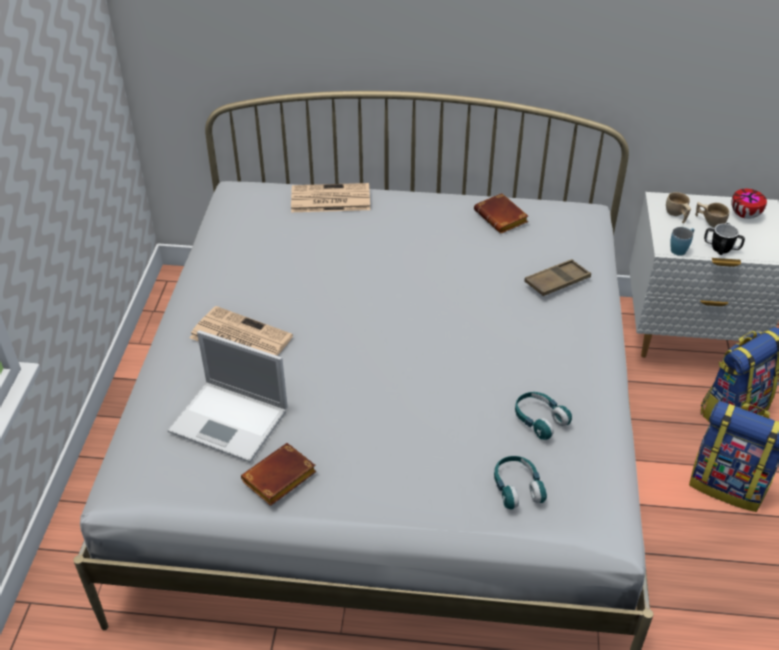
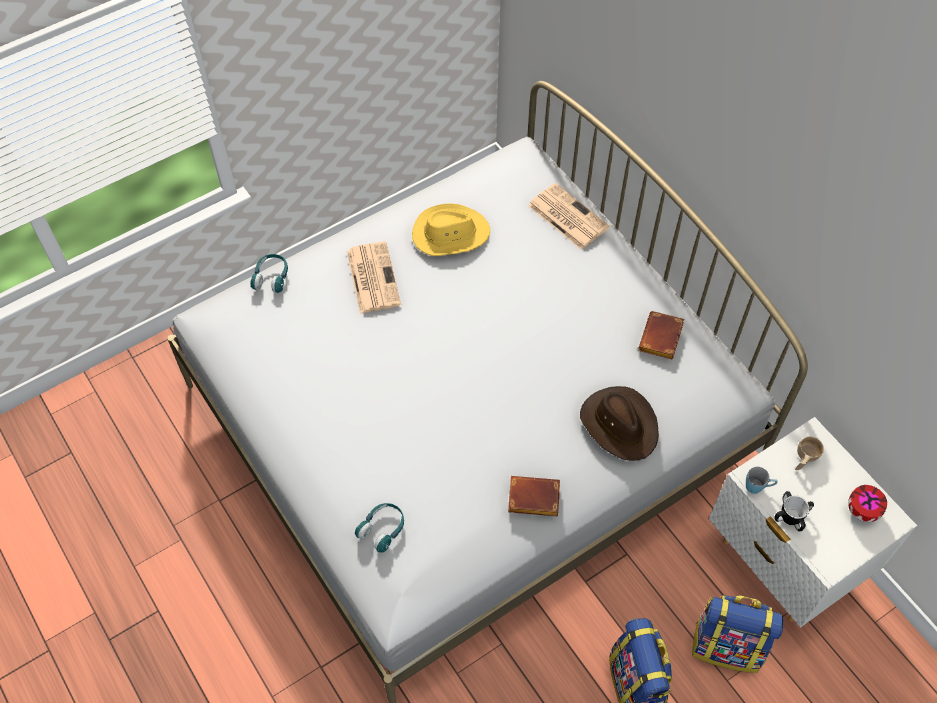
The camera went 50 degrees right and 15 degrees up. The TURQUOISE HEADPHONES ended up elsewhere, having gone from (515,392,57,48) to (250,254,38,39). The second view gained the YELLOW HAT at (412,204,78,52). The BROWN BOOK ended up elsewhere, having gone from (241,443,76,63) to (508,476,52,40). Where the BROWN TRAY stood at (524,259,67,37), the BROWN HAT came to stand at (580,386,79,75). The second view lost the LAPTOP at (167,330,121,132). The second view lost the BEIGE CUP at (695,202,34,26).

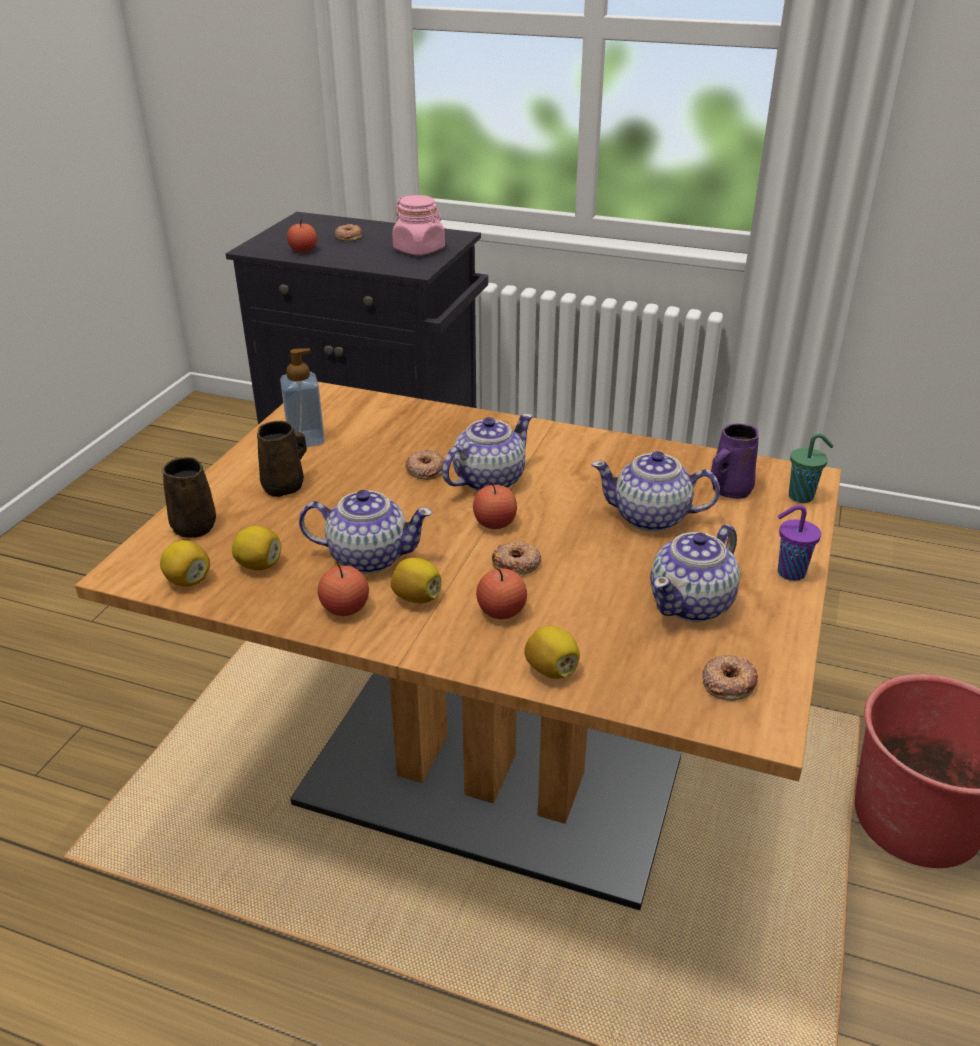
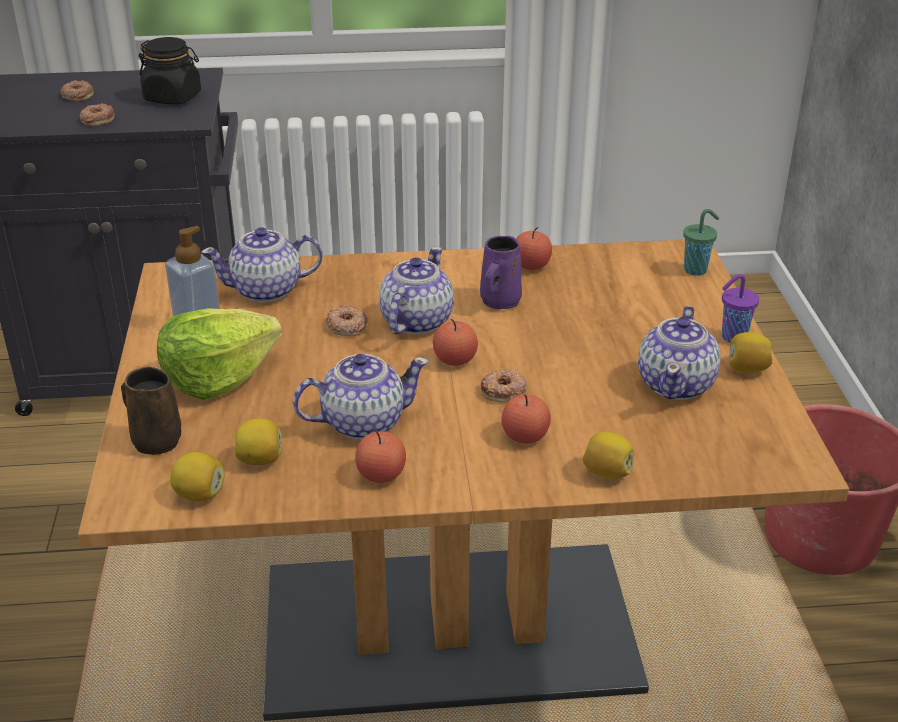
The camera went 25 degrees left and 0 degrees up. The DONUT ended up elsewhere, having gone from (702,655,56,46) to (80,104,34,22). What was the PINK JAR at (392,195,53,60) turned into the BLACK JAR at (139,37,62,68). Where the BROWN MUG stood at (257,421,50,76), the LETTUCE came to stand at (157,308,125,92). The TEAPOT ended up elsewhere, having gone from (591,451,129,81) to (201,227,122,75). The PURPLE MUG ended up elsewhere, having gone from (711,423,48,76) to (480,236,42,73). The APPLE ended up elsewhere, having gone from (287,219,30,34) to (516,227,36,43). The LEMON ended up elsewhere, having gone from (390,558,51,46) to (729,332,44,41).

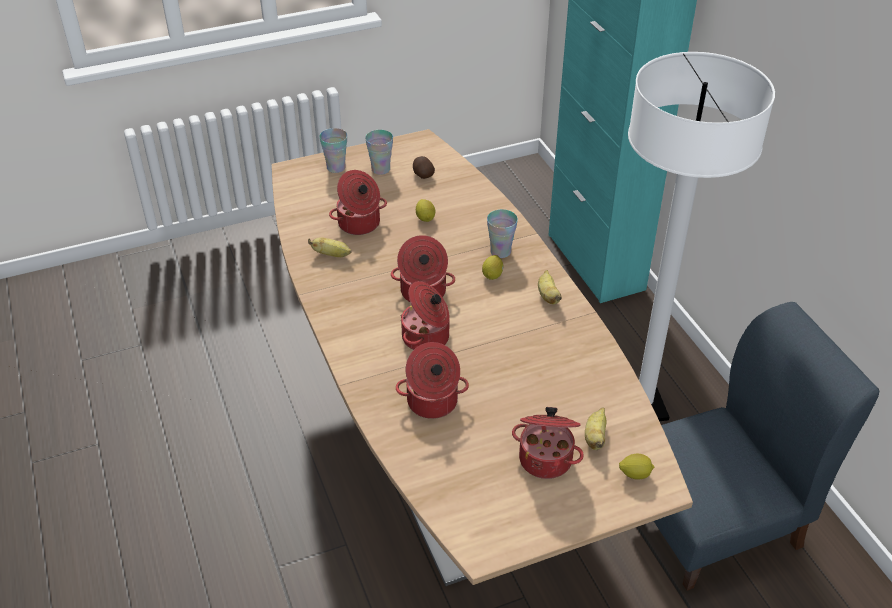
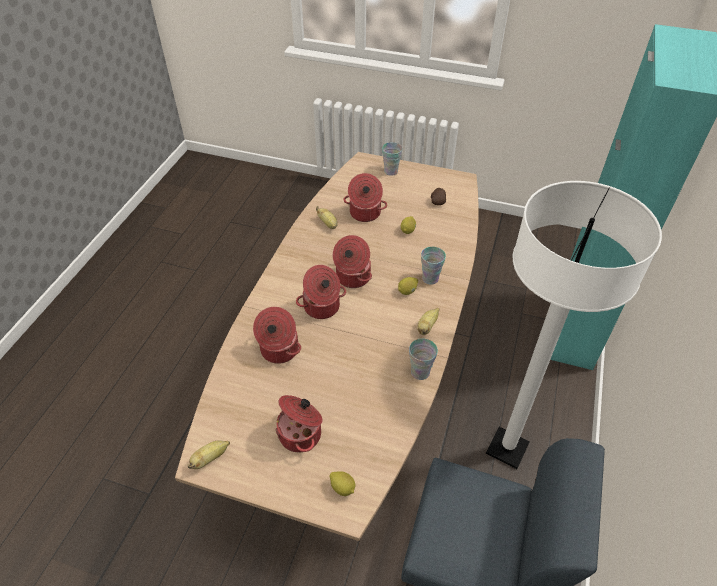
The camera went 40 degrees right and 5 degrees up. The BANANA ended up elsewhere, having gone from (585,407,21,43) to (188,440,42,29). The CUP ended up elsewhere, having gone from (365,130,28,45) to (409,338,29,42).

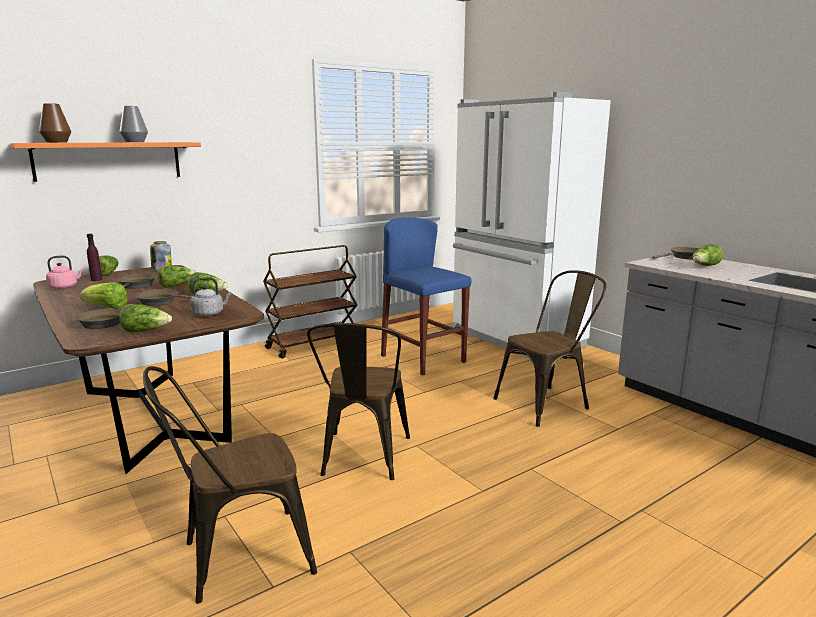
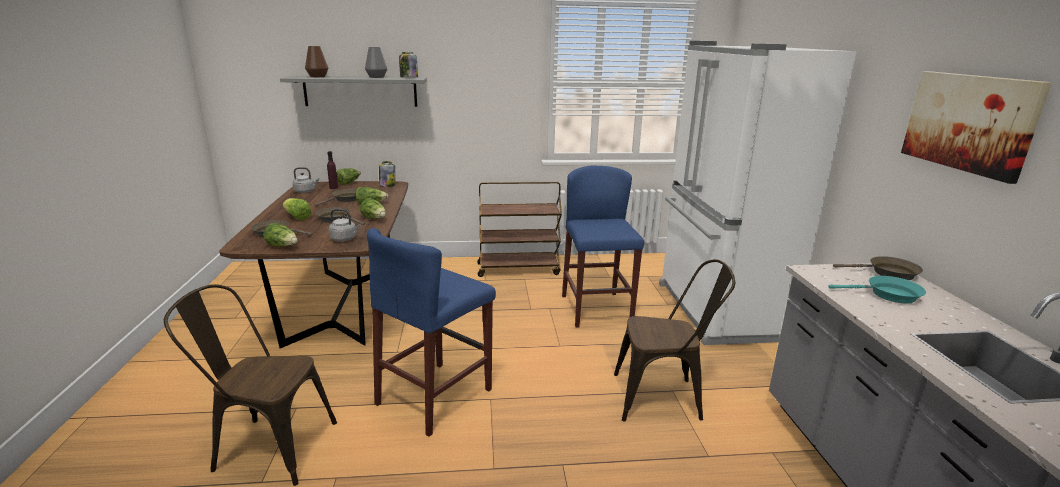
The camera went 30 degrees right and 5 degrees up. What was the ORANGE SHELF at (10,142,191,40) turned into the GREY SHELF at (280,76,147,31). What was the PINK KETTLE at (46,256,38,33) turned into the GREY KETTLE at (293,167,26,26). Where the BROWN CHAIR stood at (307,323,103,157), the BLUE STOOL came to stand at (367,228,129,209). The second view gained the JAR at (399,52,19,25). Where the LETTUCE stood at (692,244,31,22), the TURQUOISE FRYING PAN came to stand at (828,276,98,27). The second view gained the PICTURE at (901,71,151,113).

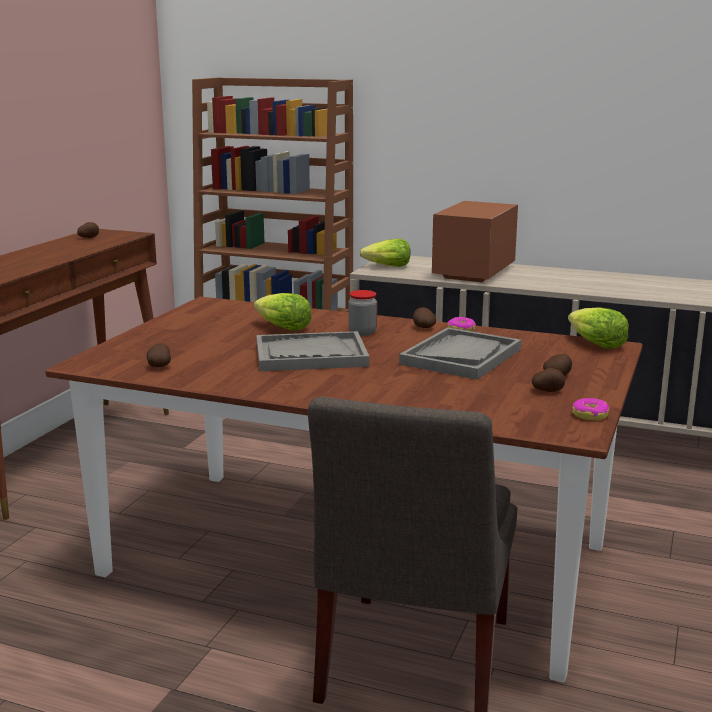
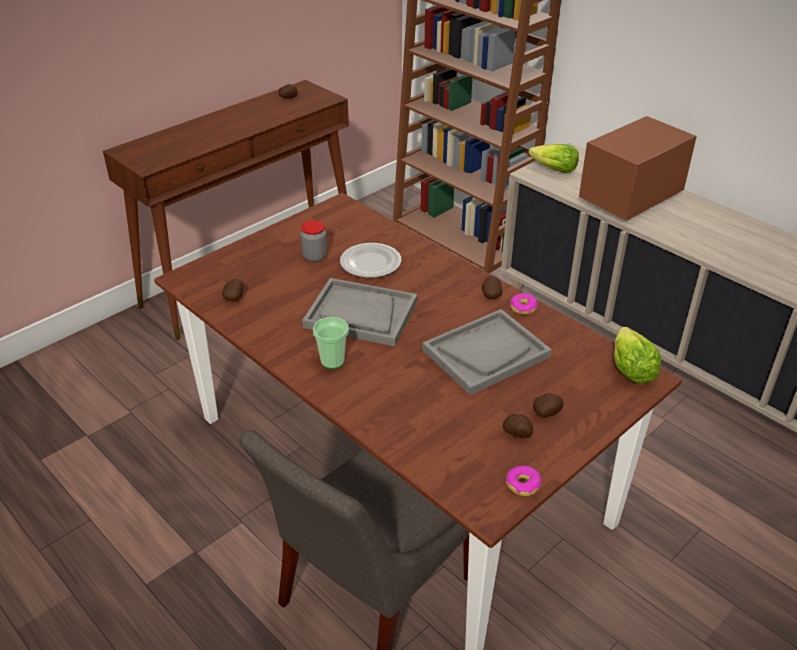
The camera went 25 degrees right and 20 degrees up. The JAR ended up elsewhere, having gone from (348,290,29,46) to (301,220,26,42). The second view gained the CUP at (313,317,36,52). Where the LETTUCE stood at (254,293,57,38), the PLATE came to stand at (340,243,62,35).

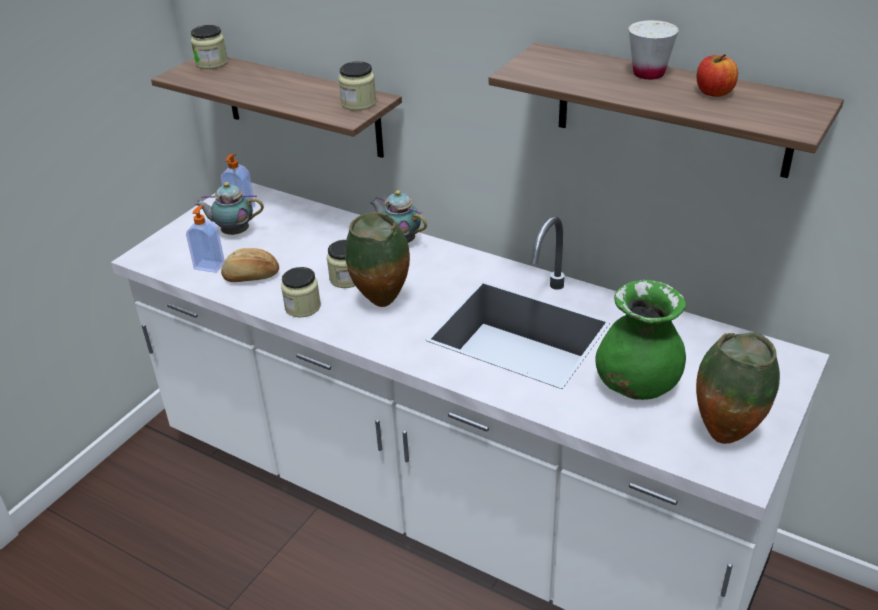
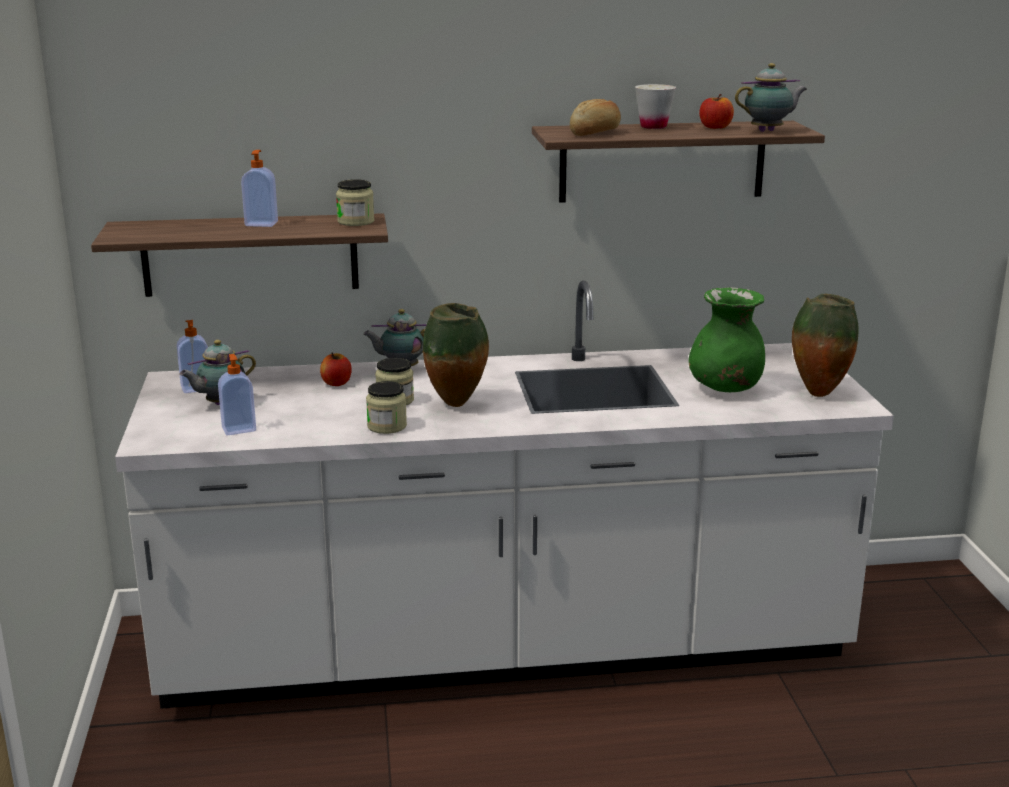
The camera went 40 degrees left and 15 degrees down. The second view gained the SOAP DISPENSER at (241,150,37,77). The second view gained the APPLE at (320,352,32,34). The BREAD ended up elsewhere, having gone from (221,248,58,34) to (570,99,51,37). The second view gained the TEAPOT at (735,63,72,69). The second view lost the JAR at (191,25,37,44).

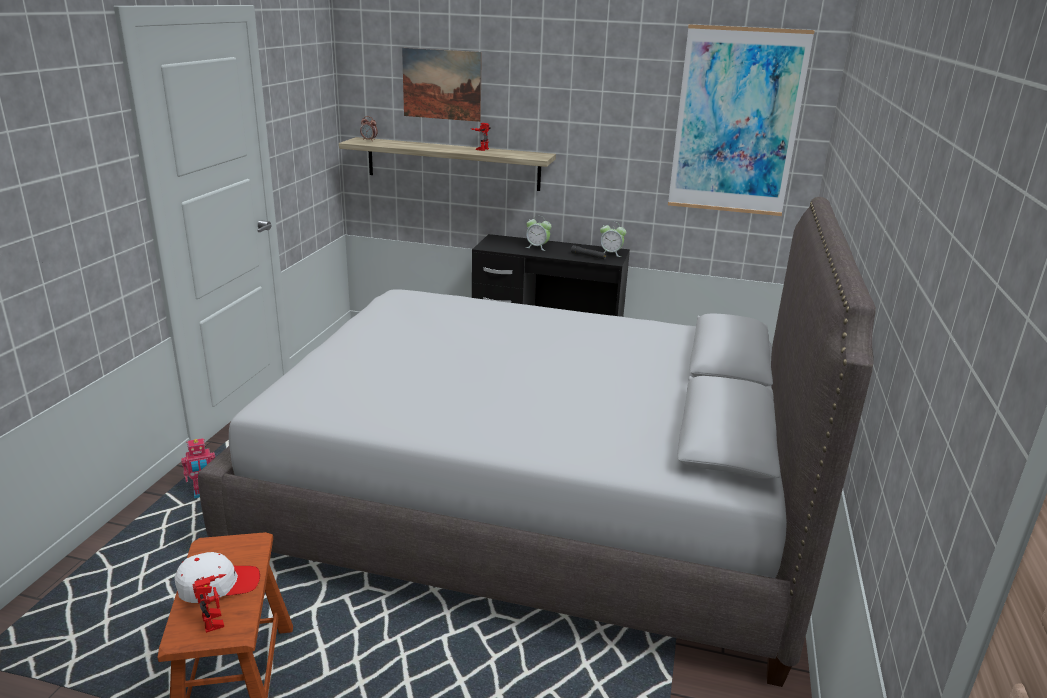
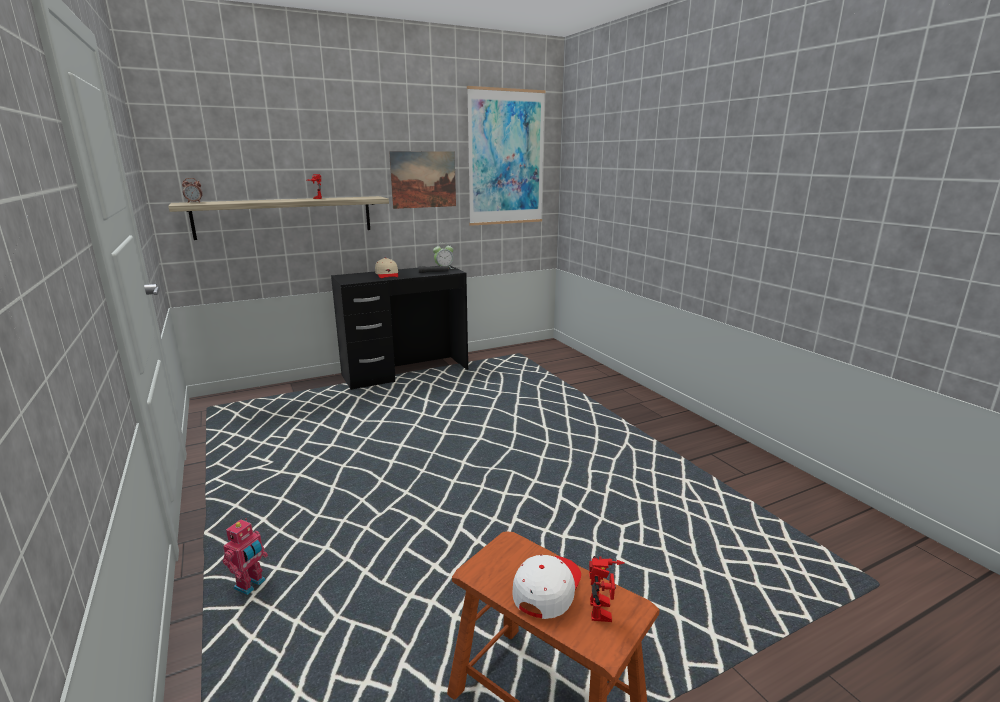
The camera went 40 degrees left and 5 degrees down. Where the ALARM CLOCK stood at (525,217,27,34), the BEIGE CAP came to stand at (375,258,23,20). The PICTURE ended up elsewhere, having gone from (402,48,80,74) to (389,151,67,58). The TOY ROBOT at (192,574,34,59) ended up facing another way, 75 degrees clockwise from before. The second view lost the GREY BED at (198,197,678,490).

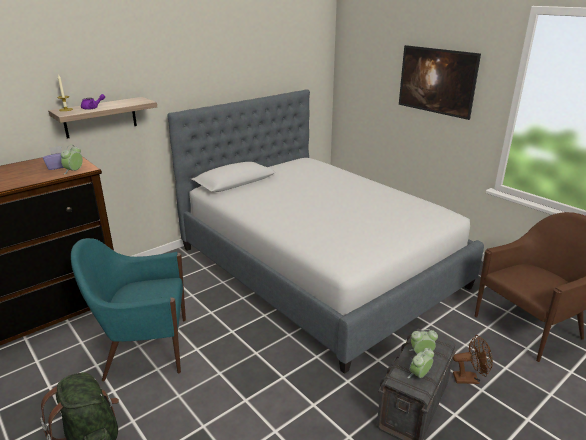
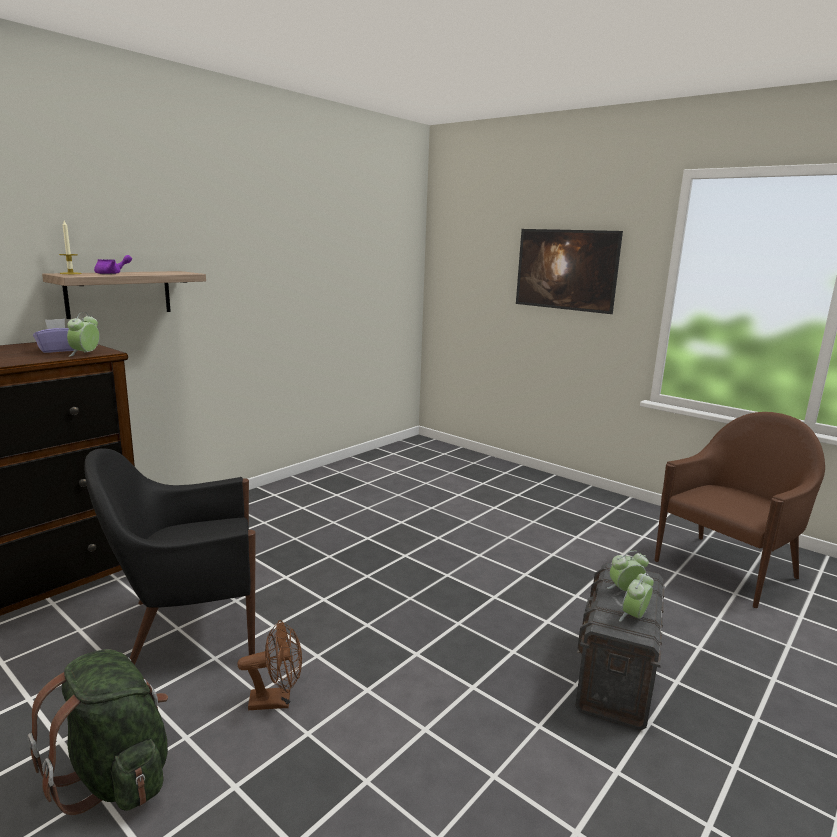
The camera went 10 degrees left and 10 degrees down. What was the TURQUOISE ARMCHAIR at (71,238,115,143) turned into the BLACK ARMCHAIR at (85,448,171,217). The BROWN FAN ended up elsewhere, having gone from (453,335,40,49) to (237,620,65,90). The second view lost the BED at (167,89,317,285).

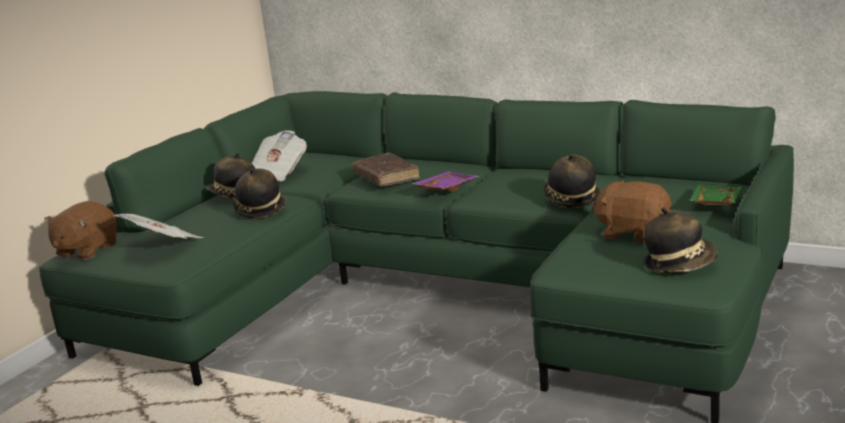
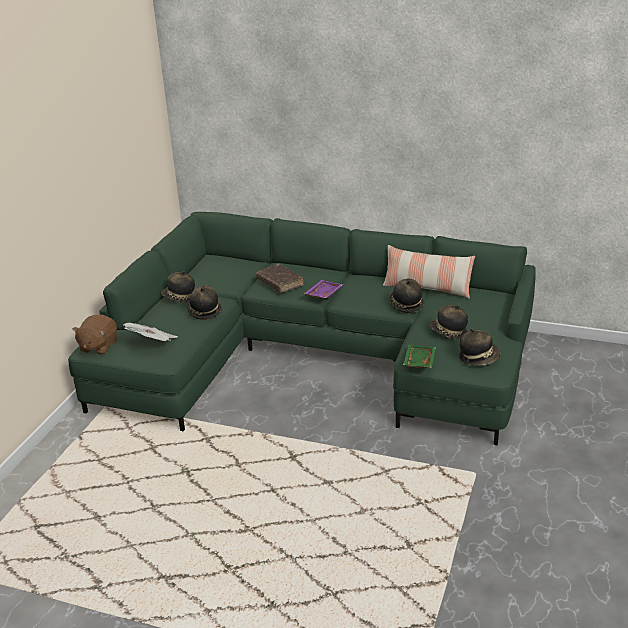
The camera went 10 degrees left and 10 degrees up. The second view gained the PILLOW at (383,245,92,54). The GREEN TRAY ended up elsewhere, having gone from (690,185,51,22) to (403,344,33,24). Where the BROWN PLUSH TOY stood at (592,179,80,64), the HAT came to stand at (429,305,39,34). The second view lost the NEWSPAPER at (252,130,55,52).

